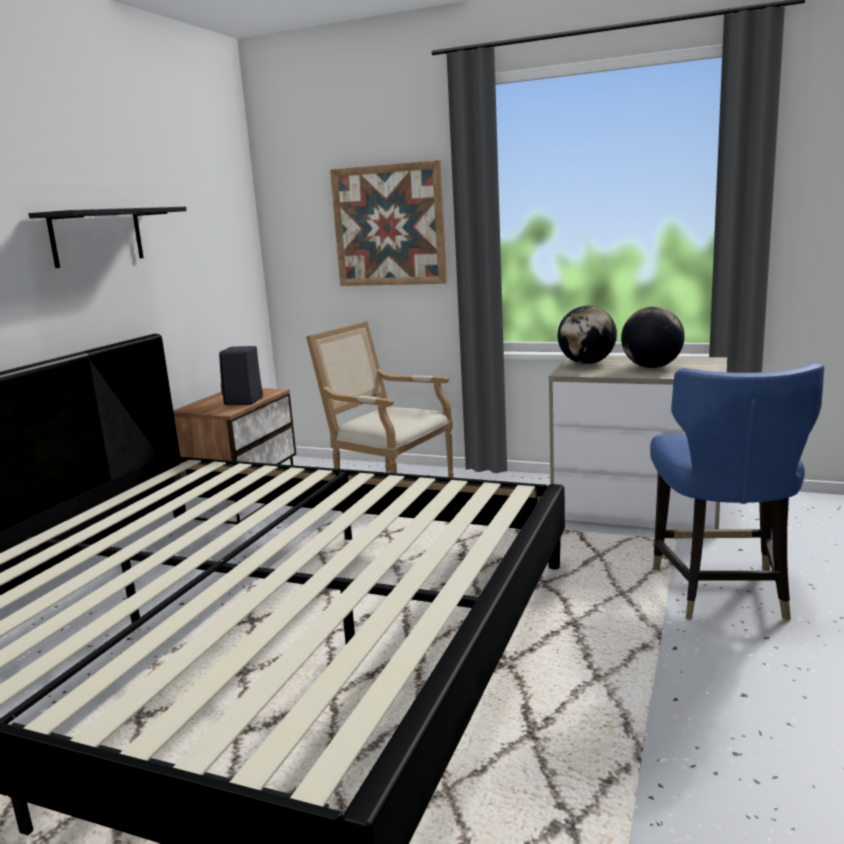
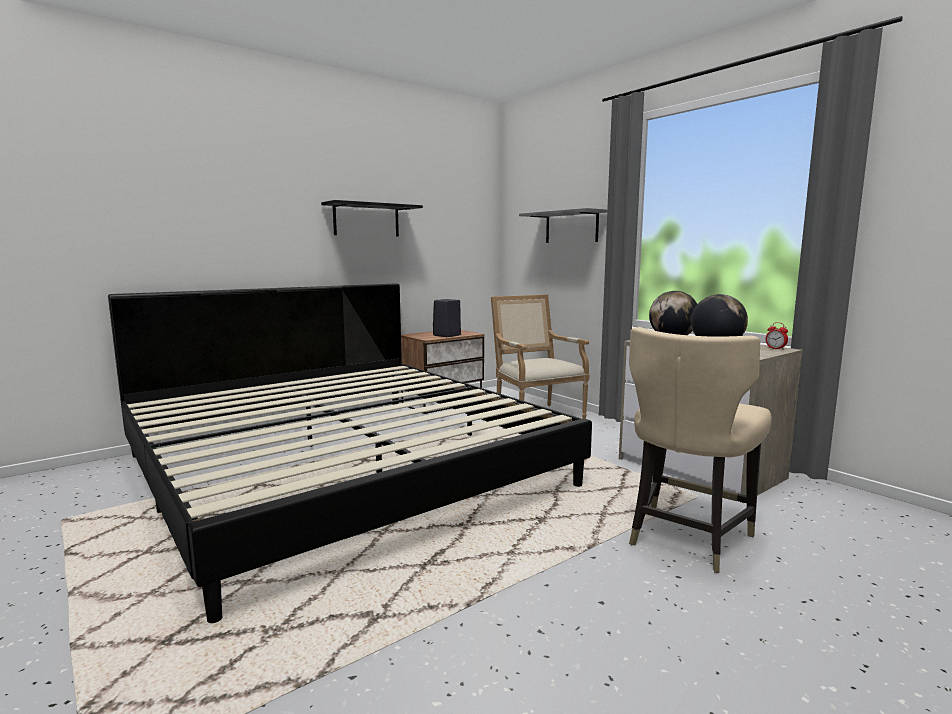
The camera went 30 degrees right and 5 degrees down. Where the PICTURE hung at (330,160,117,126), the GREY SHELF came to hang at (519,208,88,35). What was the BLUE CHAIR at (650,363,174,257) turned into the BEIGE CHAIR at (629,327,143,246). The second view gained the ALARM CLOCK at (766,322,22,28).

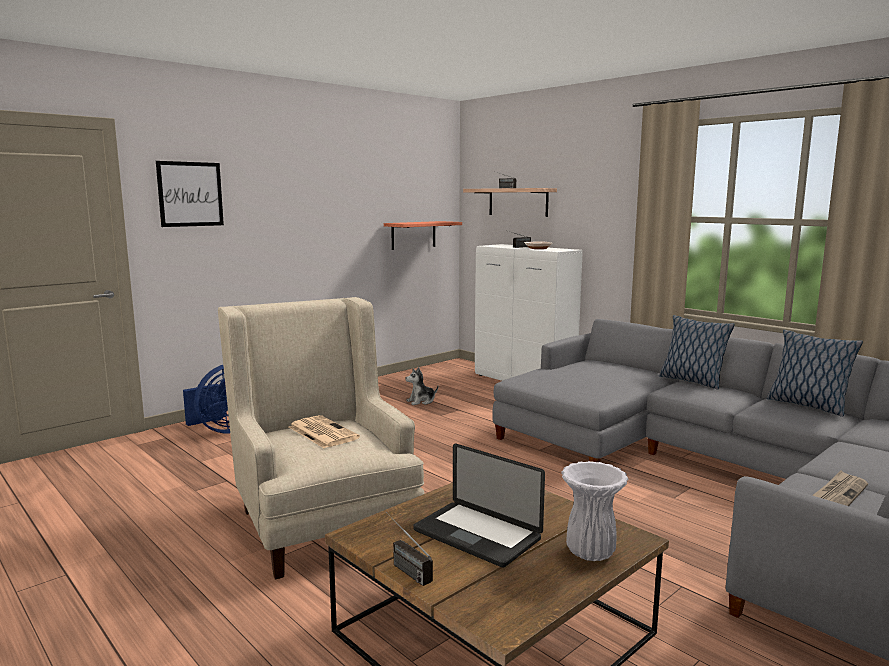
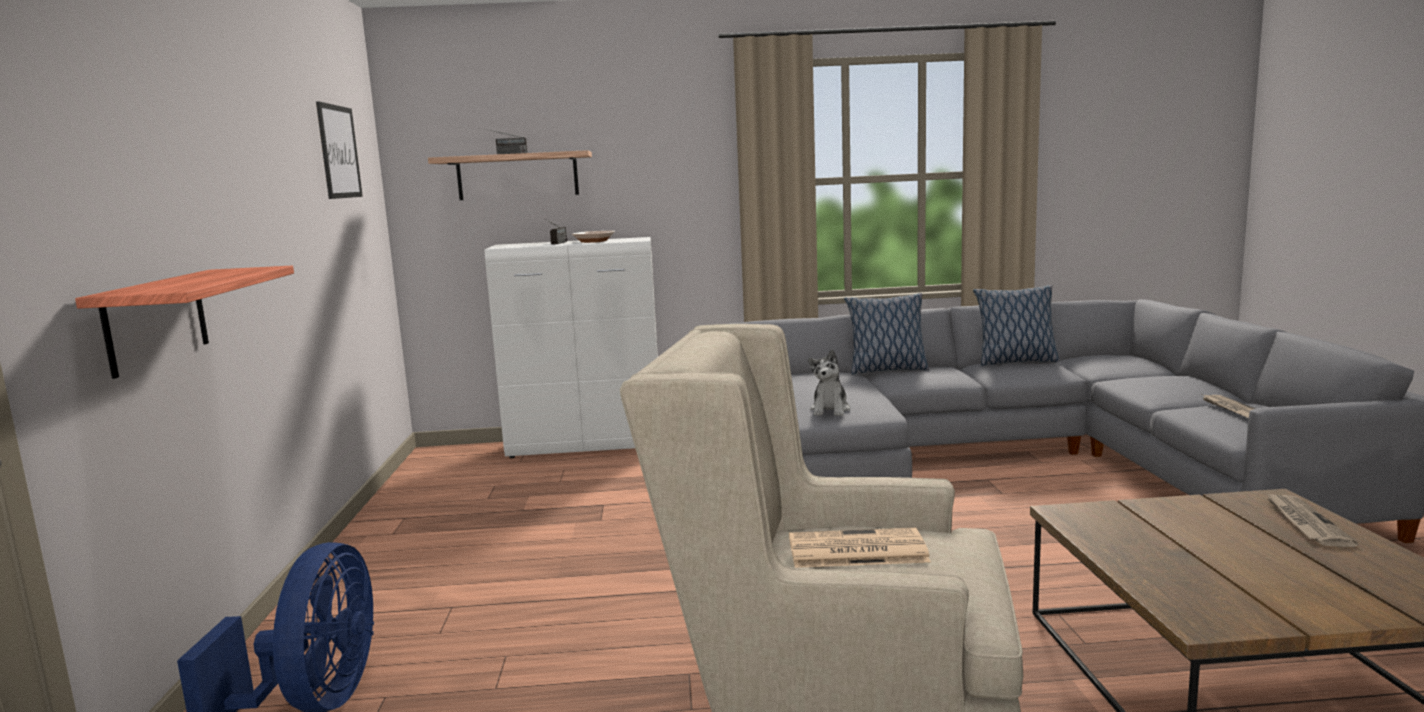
The camera went 50 degrees left and 0 degrees up. The SHELF ended up elsewhere, having gone from (384,221,78,29) to (75,266,219,113). The PICTURE ended up elsewhere, having gone from (156,161,68,66) to (316,101,47,98). The PLUSH TOY ended up elsewhere, having gone from (405,367,33,38) to (808,350,42,66). Where the WHITE VASE stood at (561,461,68,100), the NEWSPAPER came to stand at (1265,492,94,55). The second view lost the RADIO at (386,512,47,74). The second view lost the LAPTOP at (413,443,132,124).

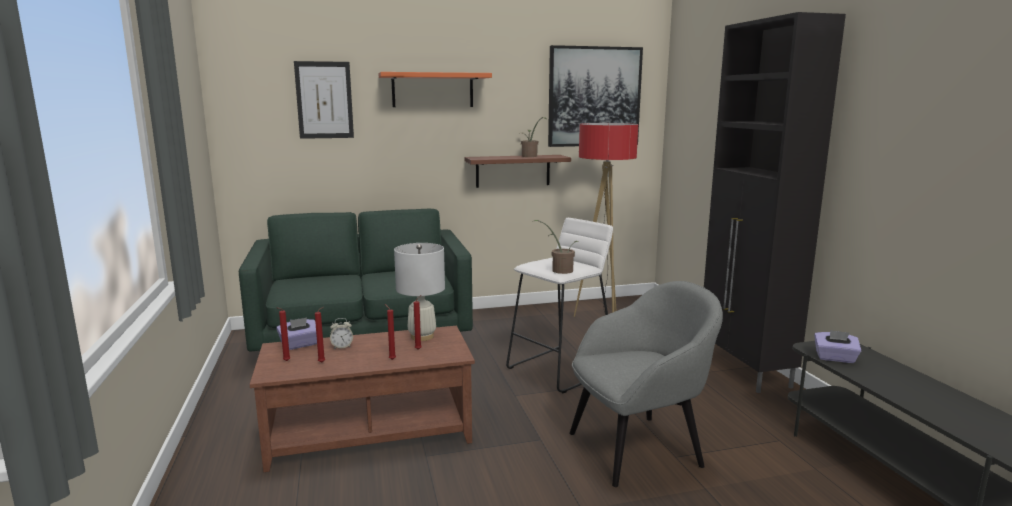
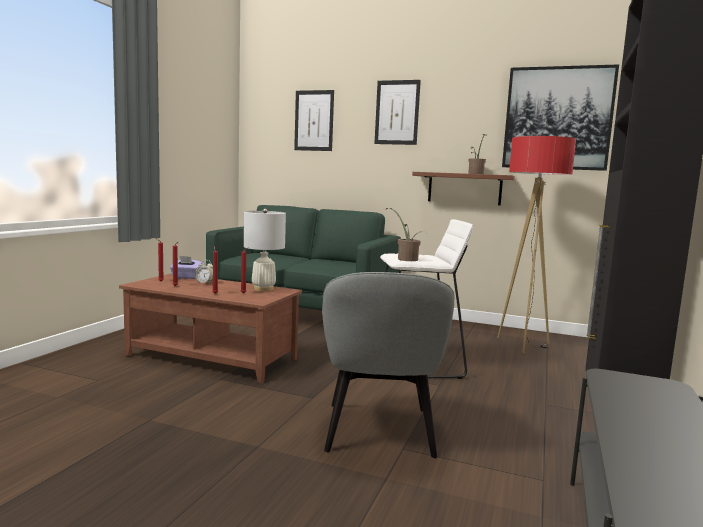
The camera went 35 degrees right and 5 degrees down. The GREY ARMCHAIR at (569,281,154,206) ended up facing another way, 75 degrees clockwise from before. Where the ORANGE SHELF hung at (379,72,113,35), the PICTURE came to hang at (374,80,47,65). The second view lost the PURPLE TISSUE BOX at (814,330,47,33).

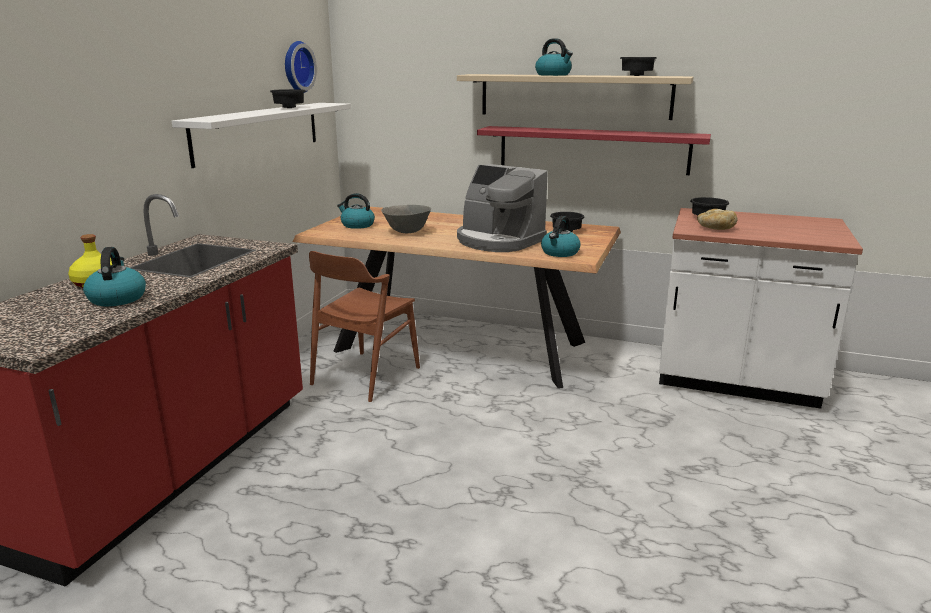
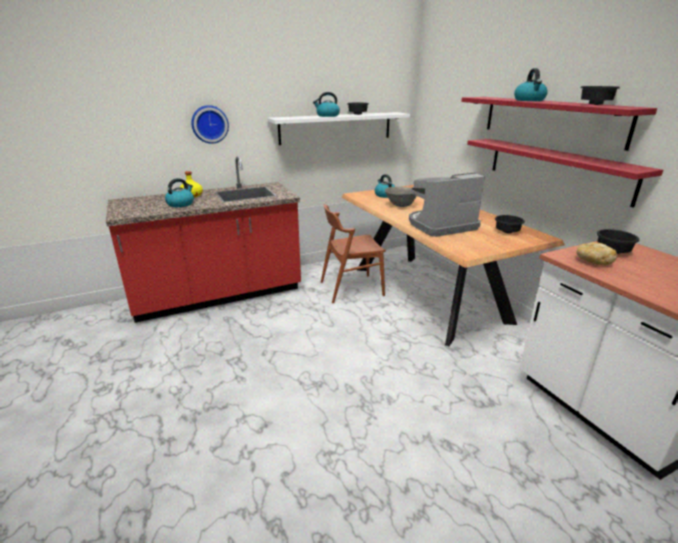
The camera went 45 degrees right and 5 degrees up. The WALL CLOCK ended up elsewhere, having gone from (285,41,32,52) to (191,105,38,39). The KETTLE ended up elsewhere, having gone from (541,216,39,41) to (313,92,27,25). The COFFEE MACHINE at (457,164,91,88) ended up facing another way, 75 degrees clockwise from before. What was the BEIGE SHELF at (457,74,237,46) turned into the RED SHELF at (461,97,196,54).

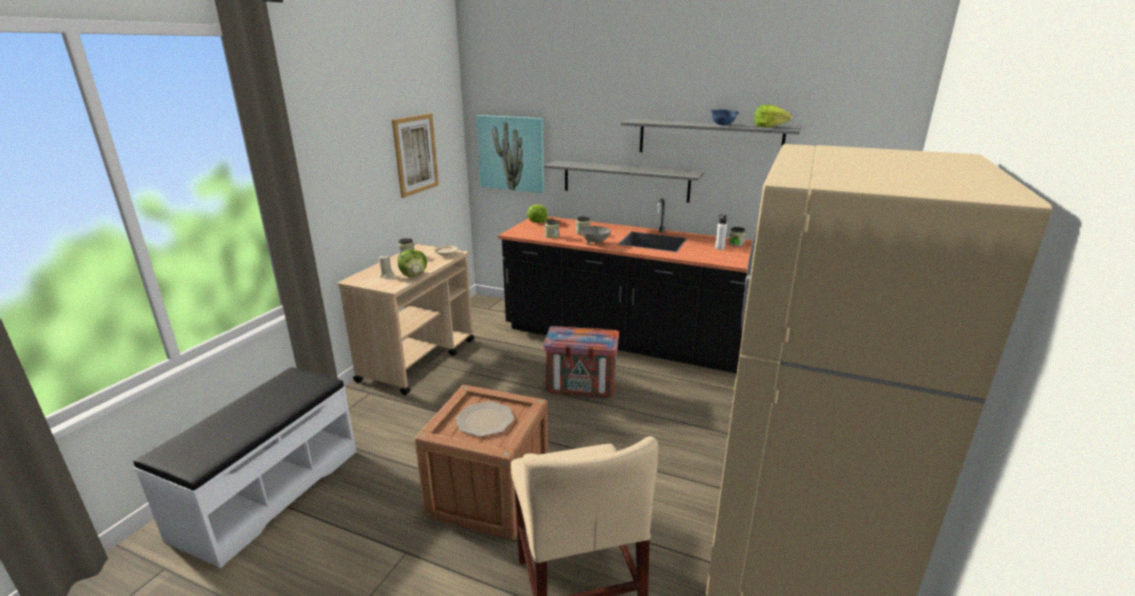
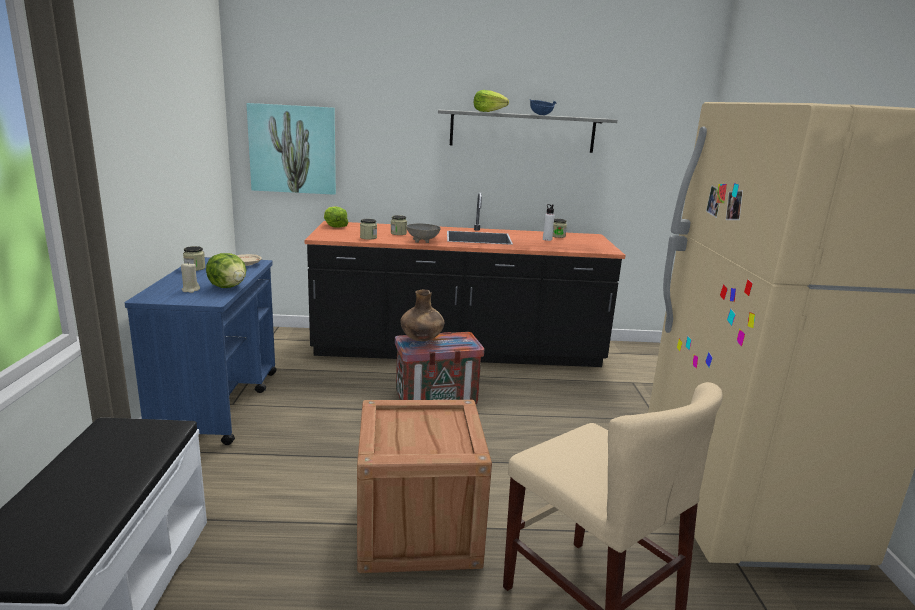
The camera went 25 degrees left and 5 degrees down. What was the BEIGE CART at (337,244,137,151) turned into the BLUE CART at (124,257,153,188). The second view gained the BROWN VASE at (401,290,44,51). The LETTUCE ended up elsewhere, having gone from (754,105,38,23) to (474,90,35,22). The second view lost the PICTURE at (392,113,47,85). The second view lost the PLATE at (456,401,58,36). The second view lost the GREY SHELF at (544,161,160,42).

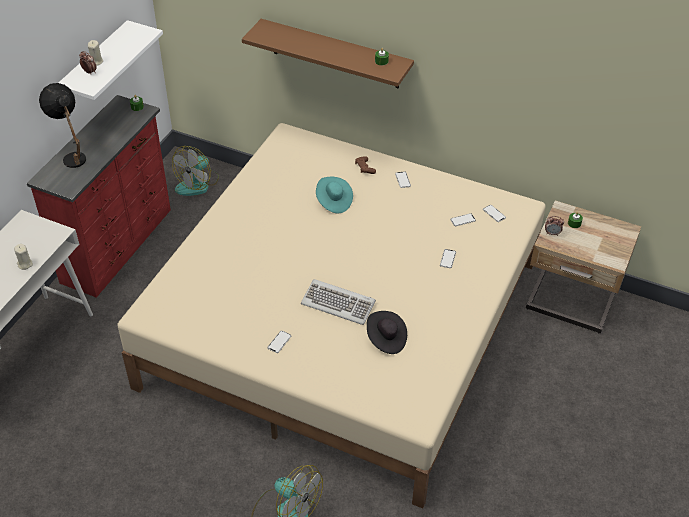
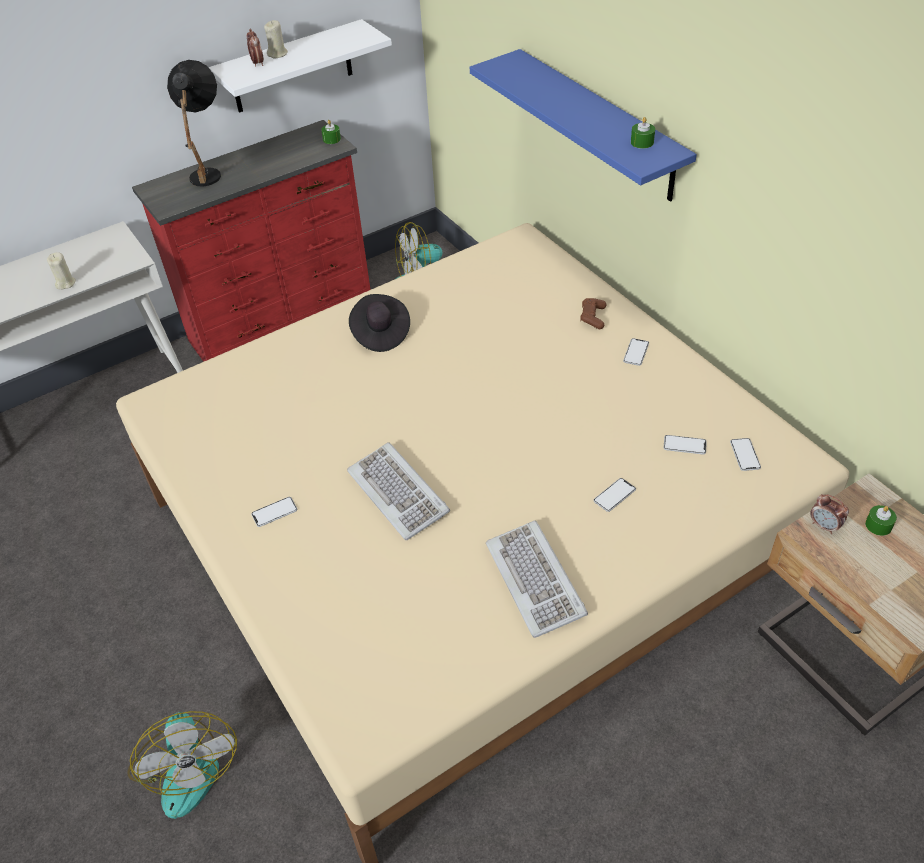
The camera went 35 degrees right and 0 degrees up. The BLACK HAT ended up elsewhere, having gone from (367,311,40,43) to (349,294,61,58). What was the BROWN SHELF at (242,19,172,69) turned into the BLUE SHELF at (470,49,227,153). The second view gained the KEYBOARD at (486,520,102,118). The second view lost the TURQUOISE HAT at (316,177,37,36).

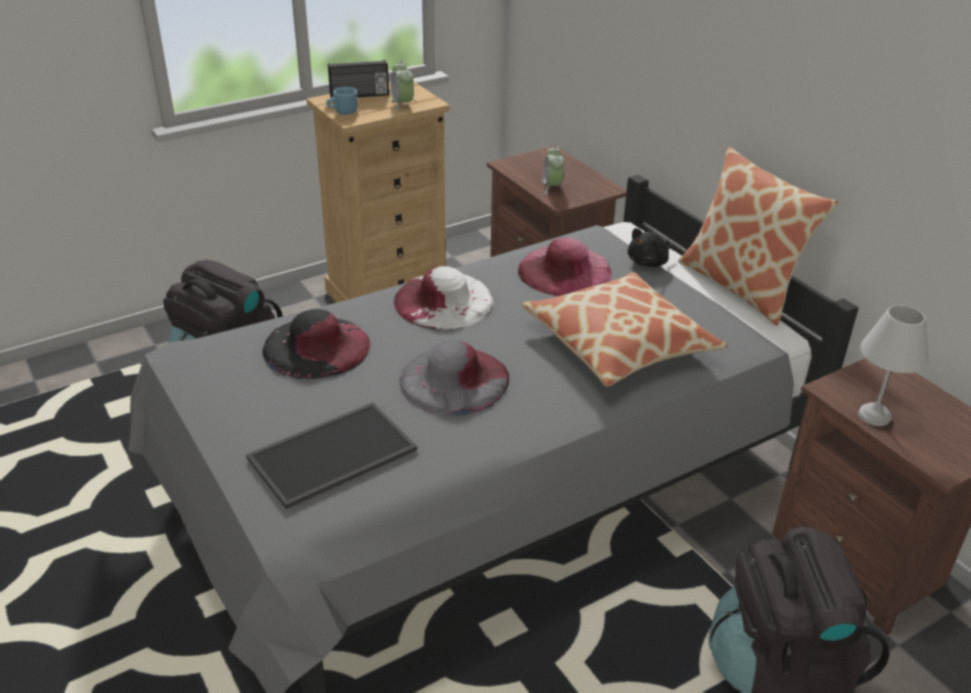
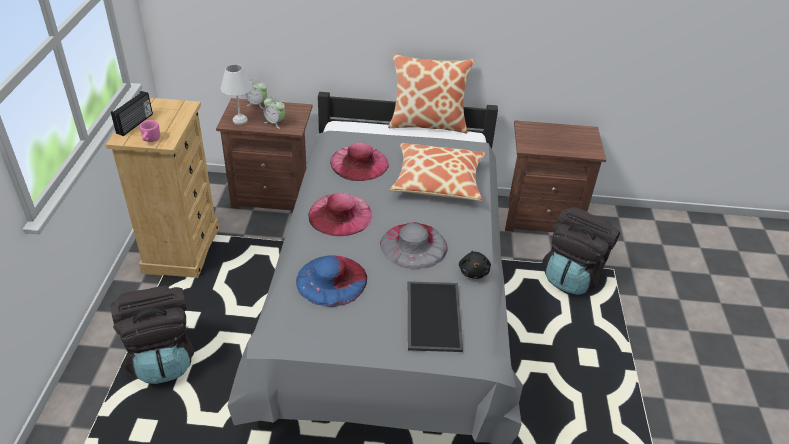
The camera went 55 degrees left and 5 degrees up. What was the BLUE MUG at (326,87,31,27) turned into the PINK MUG at (140,120,20,22). The WHITE TABLE LAMP ended up elsewhere, having gone from (858,305,71,121) to (221,64,31,61). The ALARM CLOCK ended up elsewhere, having gone from (391,61,23,51) to (246,78,21,31). What was the BLACK HAT at (262,309,109,70) turned into the BLUE HAT at (296,255,71,52). What was the WHITE HAT at (394,266,100,64) turned into the PINK HAT at (309,193,64,43). The BLACK PLUSH TOY ended up elsewhere, having gone from (628,228,46,39) to (459,251,32,28).

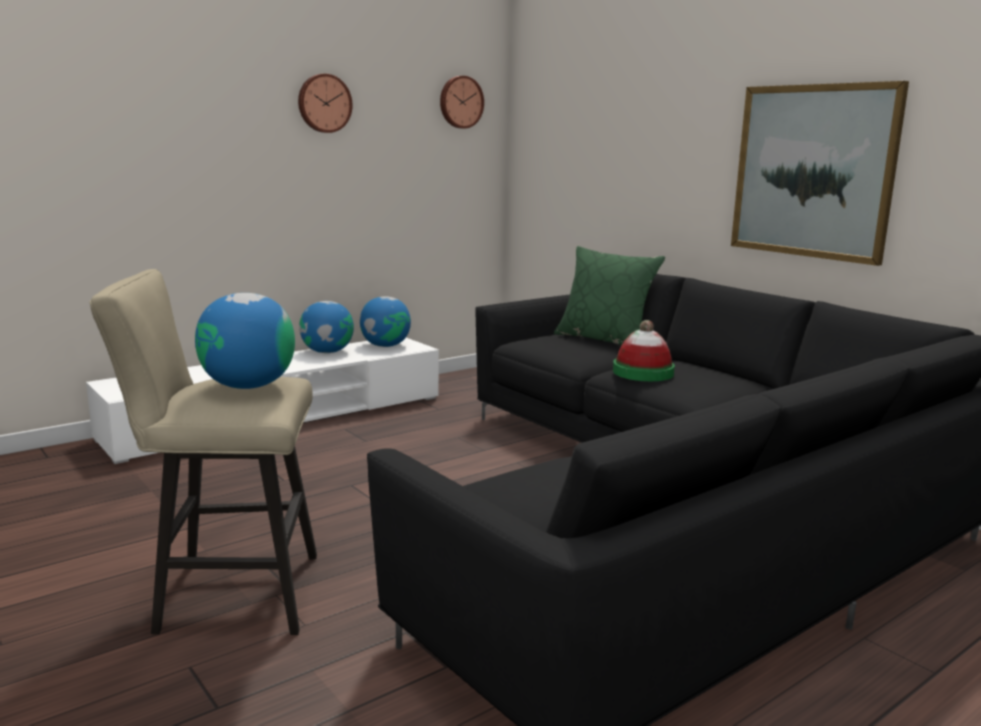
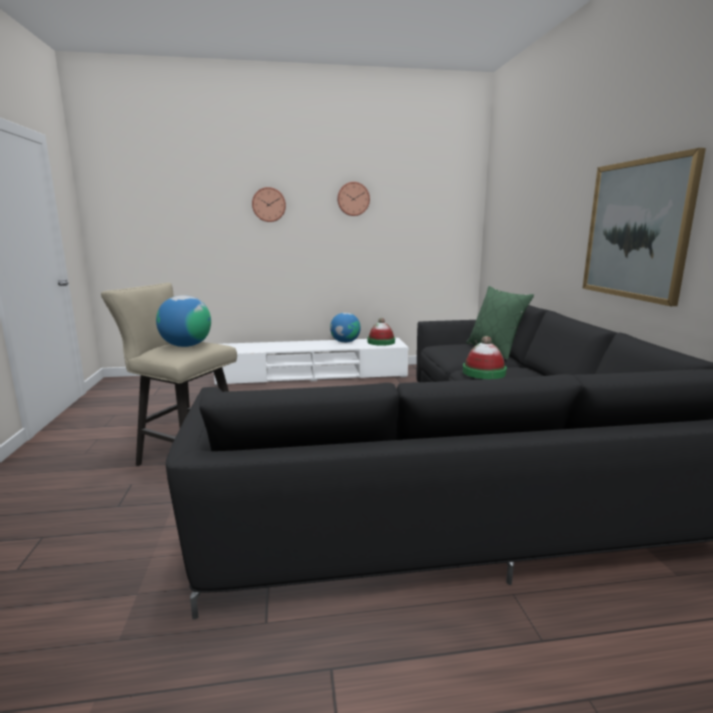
The camera went 30 degrees right and 0 degrees up. The WALL CLOCK ended up elsewhere, having gone from (440,76,44,53) to (252,187,34,35). Where the GLOBE stood at (360,296,51,51), the HAT came to stand at (367,318,28,28).

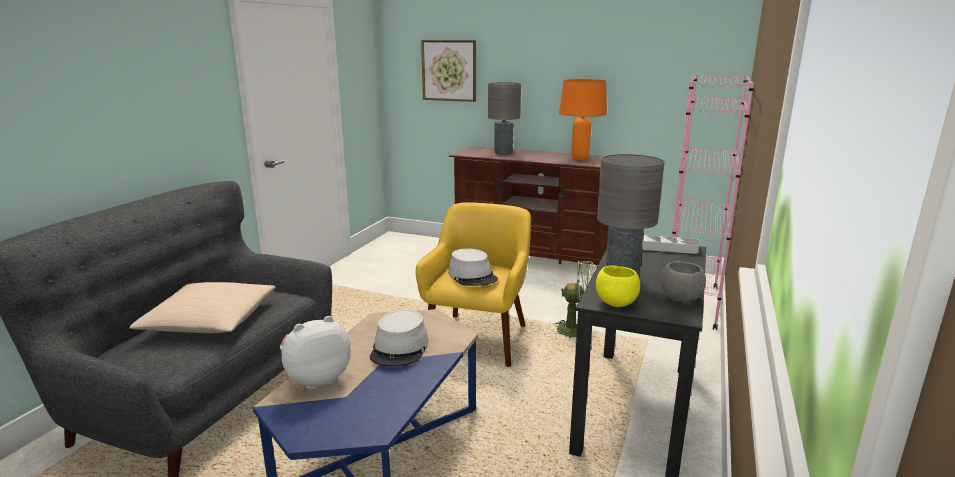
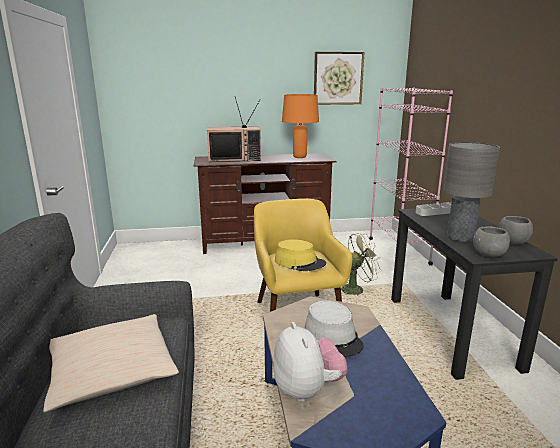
The camera went 30 degrees left and 0 degrees up. Where the GREY TABLE LAMP stood at (488,82,33,73), the TELEVISION came to stand at (207,97,54,65). The PLUSH TOY at (280,316,71,74) ended up facing another way, 135 degrees clockwise from before. What was the GREY HAT at (448,248,50,38) turned into the YELLOW HAT at (275,239,51,32). The PICTURE ended up elsewhere, having gone from (421,40,55,62) to (314,52,51,53). What was the YELLOW BOWL at (596,265,44,42) turned into the GREY BOWL at (473,227,37,30).

